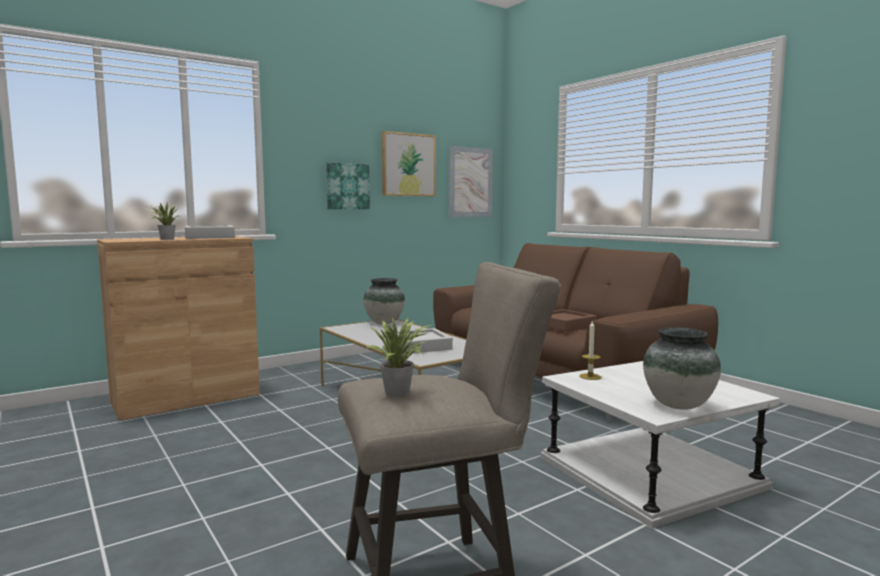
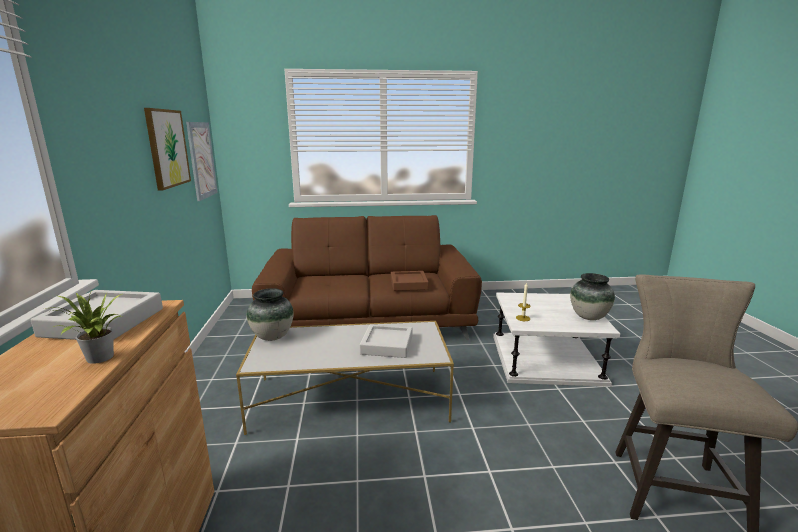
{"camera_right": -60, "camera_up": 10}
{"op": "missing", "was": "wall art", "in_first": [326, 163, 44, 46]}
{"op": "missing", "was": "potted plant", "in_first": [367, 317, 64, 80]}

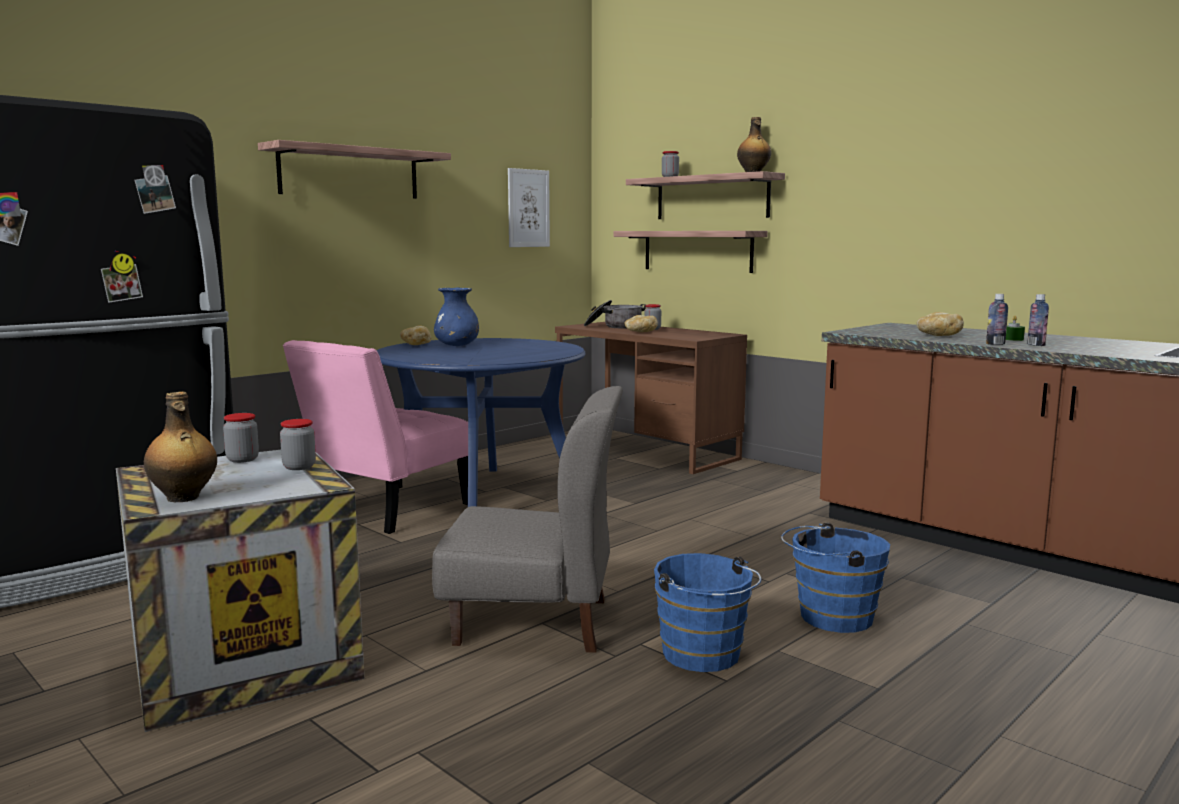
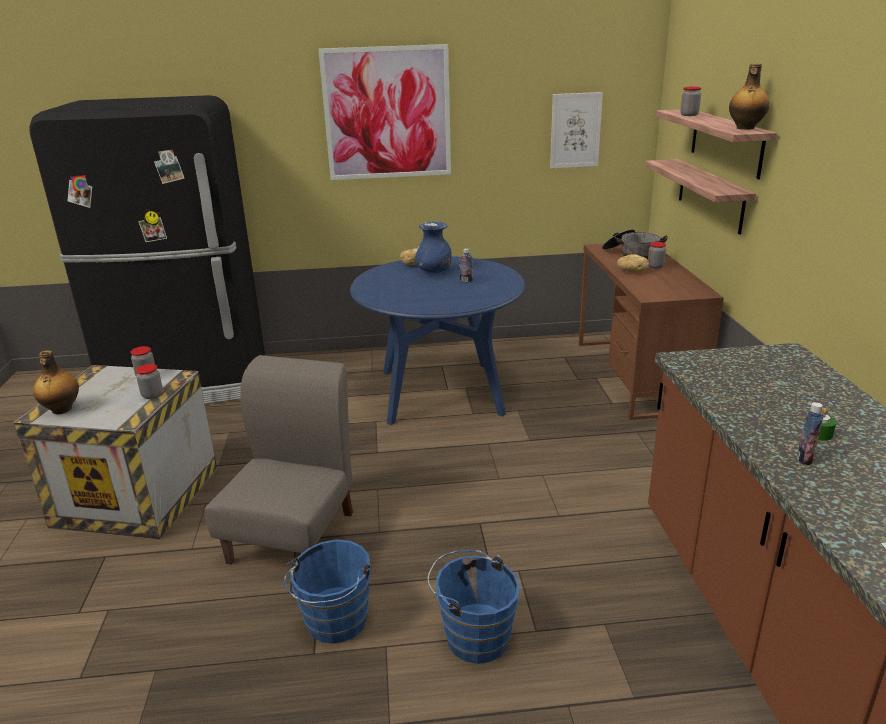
{"camera_right": 40, "camera_up": 15}
{"op": "exchanged", "was": "wall shelf", "now": "wall art", "in_first": [258, 140, 193, 59], "in_second": [318, 44, 133, 136]}
{"op": "missing", "was": "upright chair (pinkish)", "in_first": [283, 340, 185, 194]}
{"op": "spun", "was": "upright chair (gray)", "in_first": [432, 386, 191, 267], "in_second": [205, 355, 148, 210], "clockwise": -120}
{"op": "missing", "was": "bakery bread", "in_first": [917, 312, 47, 24]}
{"op": "relocated", "was": "bottle", "in_first": [986, 294, 22, 51], "in_second": [460, 248, 13, 34]}

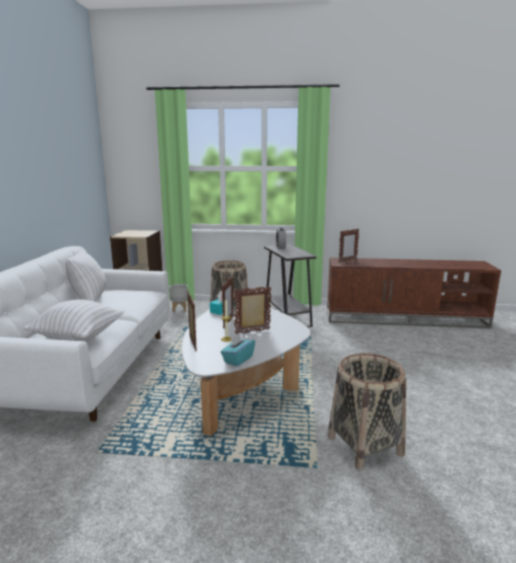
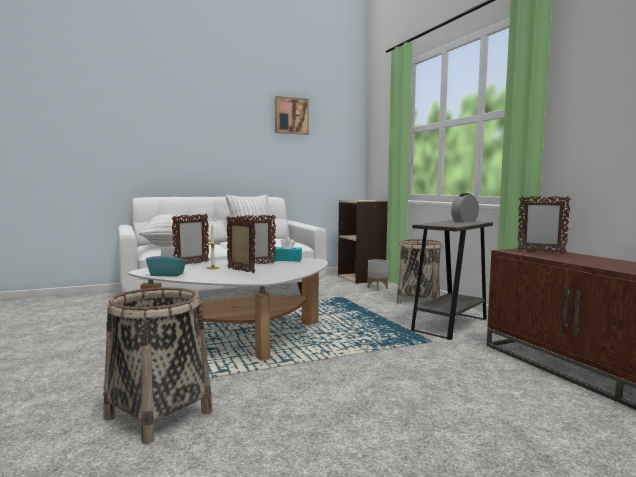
{"camera_right": 60, "camera_up": -10}
{"op": "appeared", "now": "wall art", "in_second": [275, 96, 34, 39]}

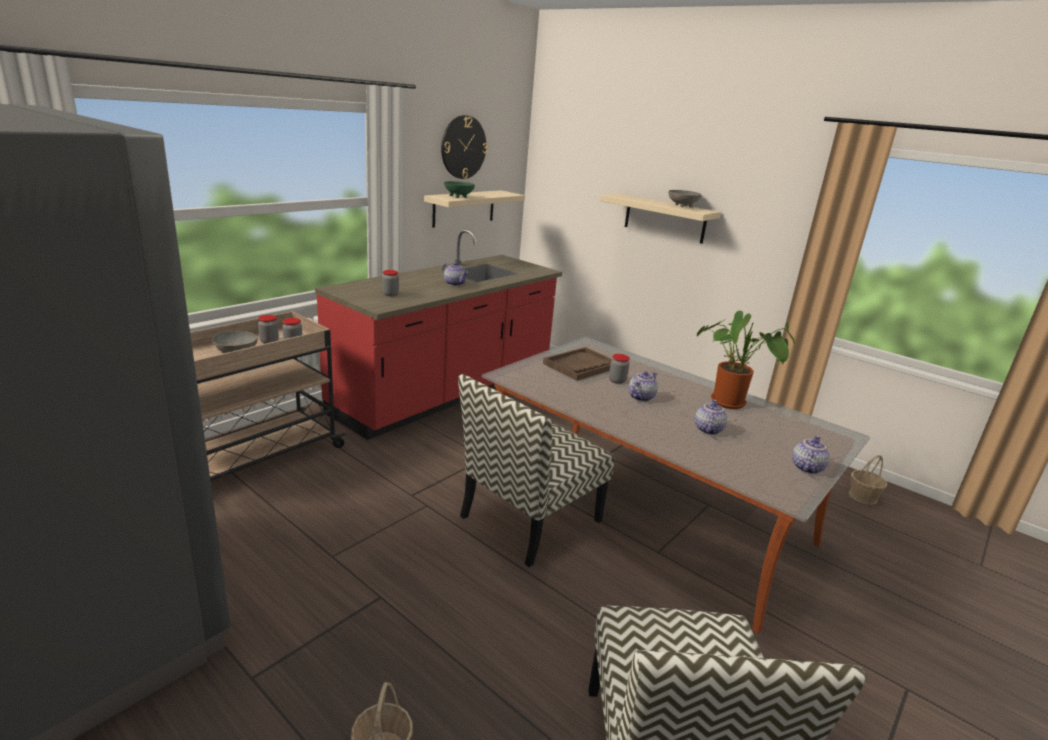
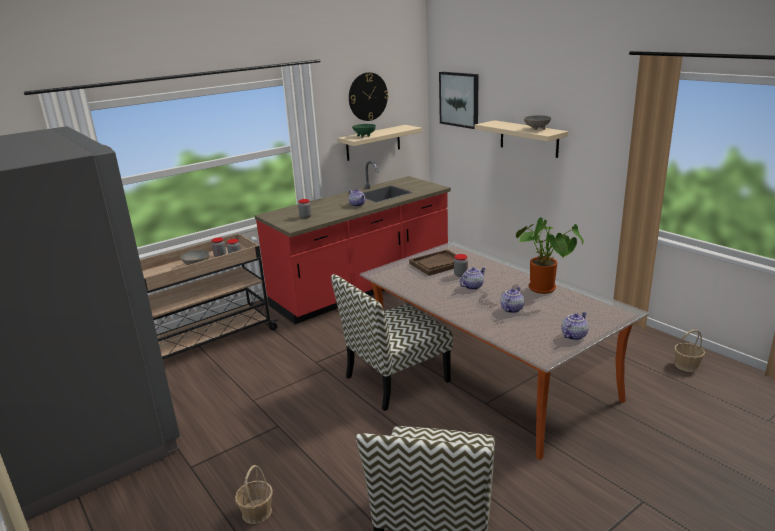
{"camera_right": 15, "camera_up": 0}
{"op": "appeared", "now": "wall art", "in_second": [439, 72, 40, 57]}

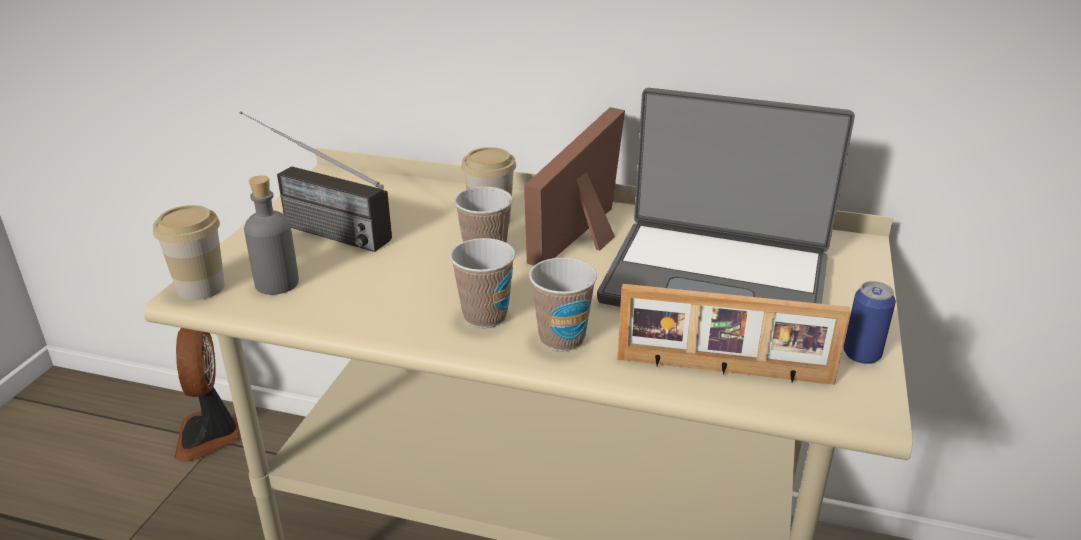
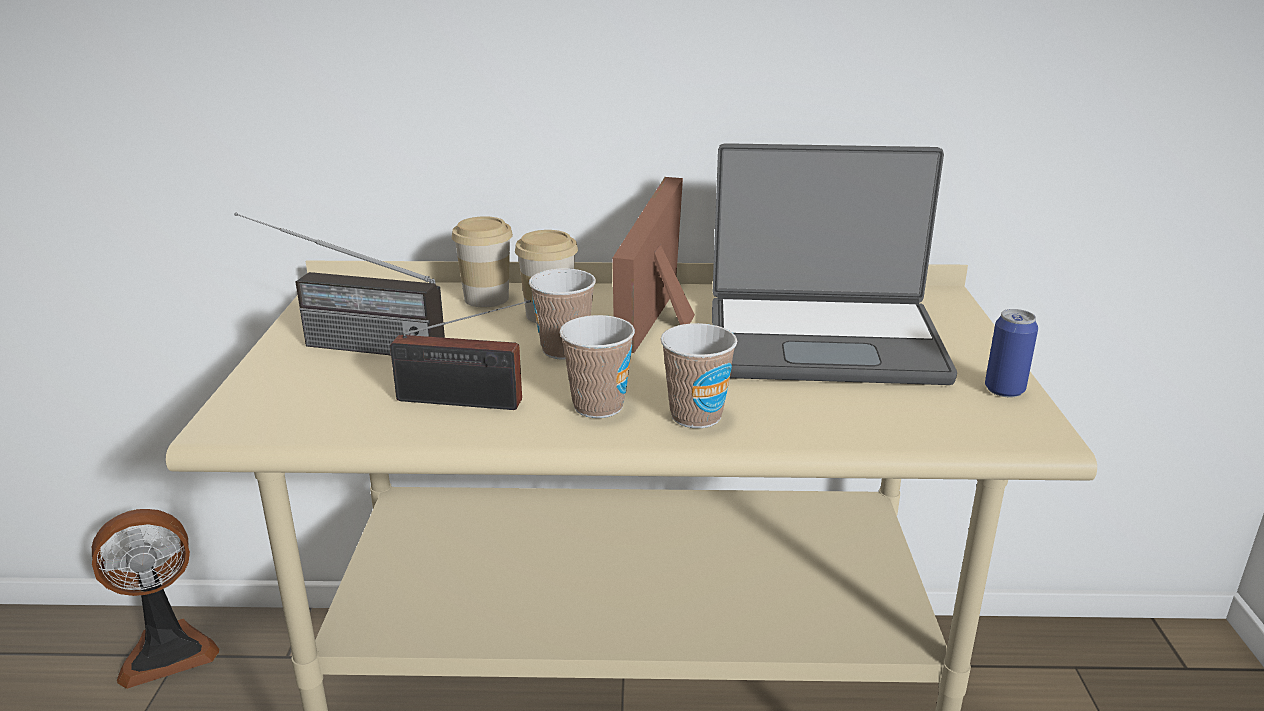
{"camera_right": -15, "camera_up": -5}
{"op": "relocated", "was": "small cup", "in_first": [153, 205, 72, 95], "in_second": [452, 216, 61, 91]}
{"op": "spun", "was": "cooling fan", "in_first": [174, 328, 66, 134], "in_second": [92, 509, 127, 180], "clockwise": -90}
{"op": "missing", "was": "bottle (gray)", "in_first": [244, 175, 55, 120]}
{"op": "missing", "was": "picture frame", "in_first": [617, 284, 234, 101]}
{"op": "appeared", "now": "radio set", "in_second": [390, 300, 141, 110]}

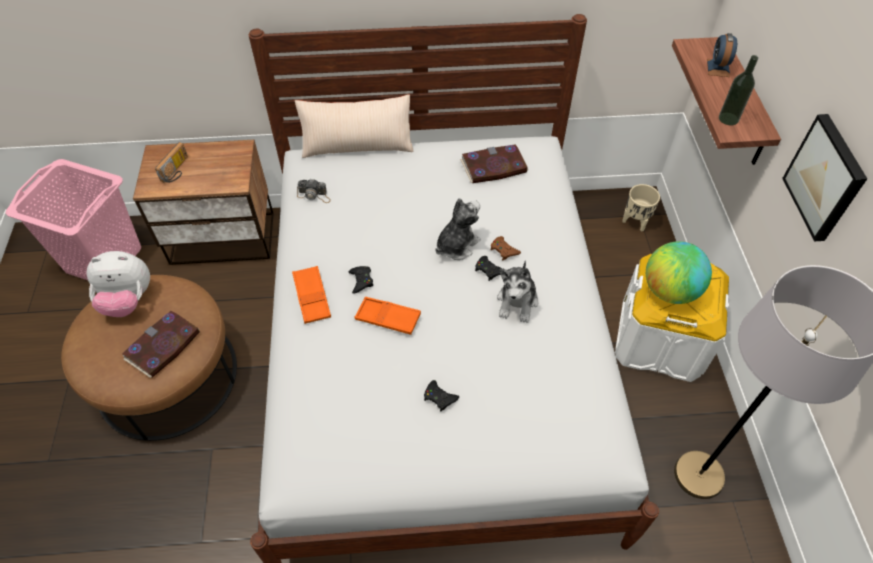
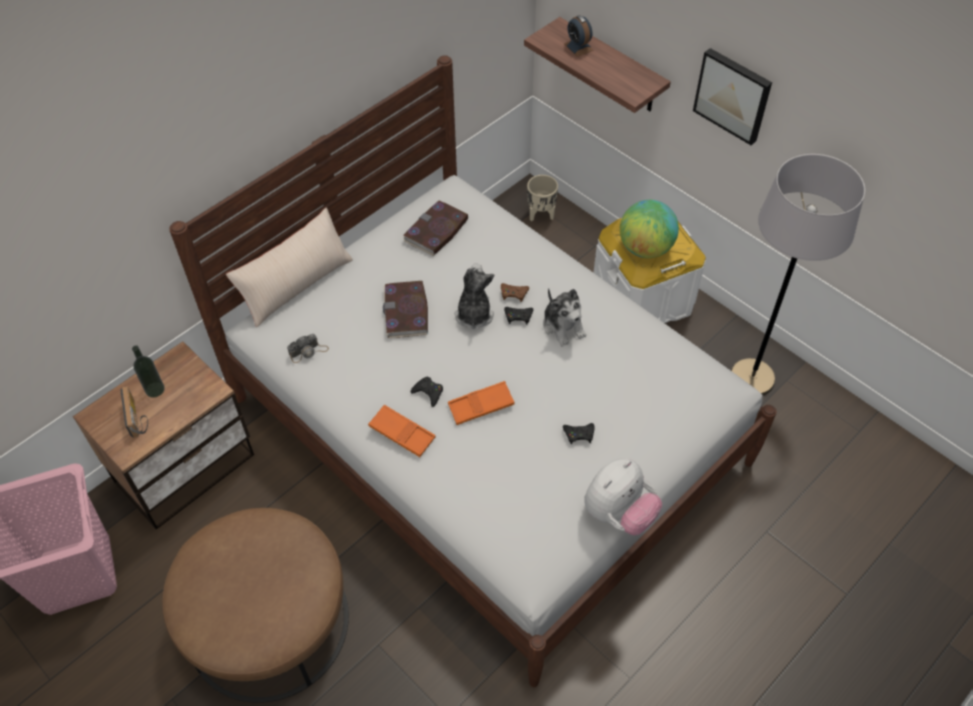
{"camera_right": -40, "camera_up": 0}
{"op": "relocated", "was": "plush toy", "in_first": [87, 251, 63, 66], "in_second": [584, 458, 78, 77]}
{"op": "relocated", "was": "volume", "in_first": [122, 311, 78, 67], "in_second": [383, 281, 45, 57]}
{"op": "relocated", "was": "bottle", "in_first": [719, 55, 40, 71], "in_second": [132, 345, 33, 53]}

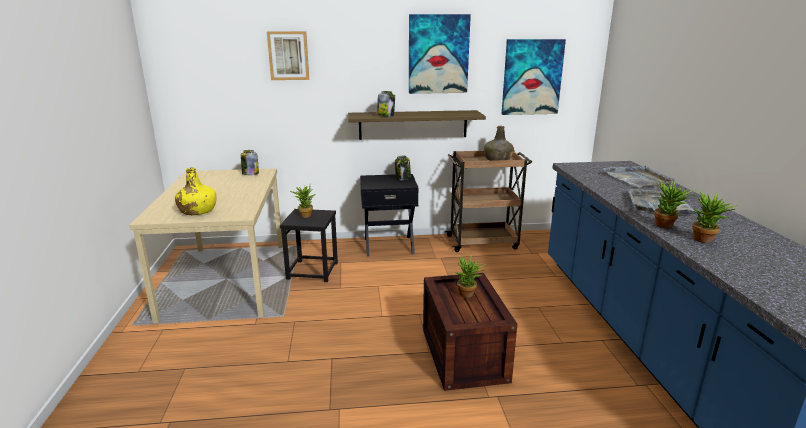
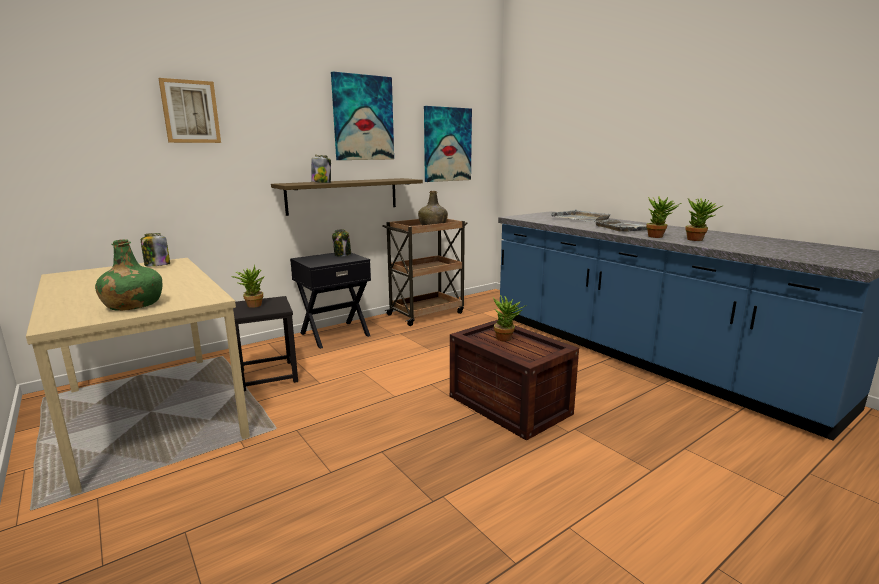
{"camera_right": -30, "camera_up": -5}
{"op": "colour", "was": "bottle (yellowish)", "now": "bottle (green-coloured)", "in_first": [175, 167, 41, 48], "in_second": [95, 239, 67, 72]}

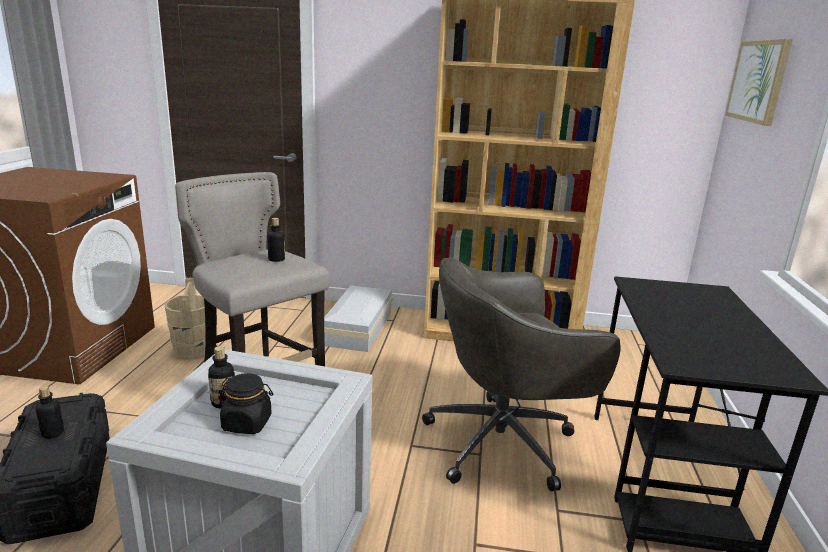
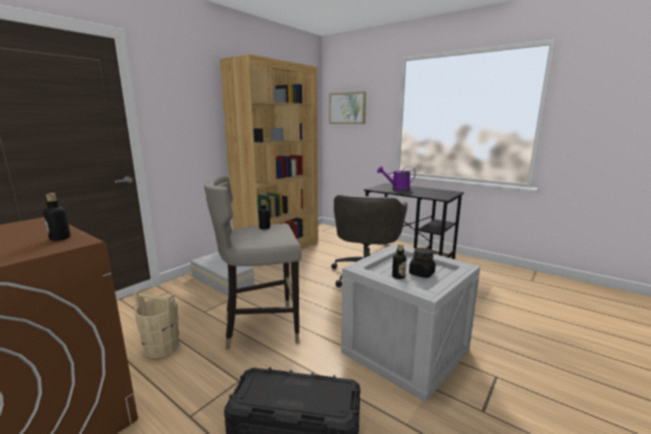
{"camera_right": -60, "camera_up": -5}
{"op": "relocated", "was": "bottle", "in_first": [36, 386, 28, 53], "in_second": [43, 193, 28, 48]}
{"op": "appeared", "now": "watering can (purplish)", "in_second": [377, 166, 38, 25]}

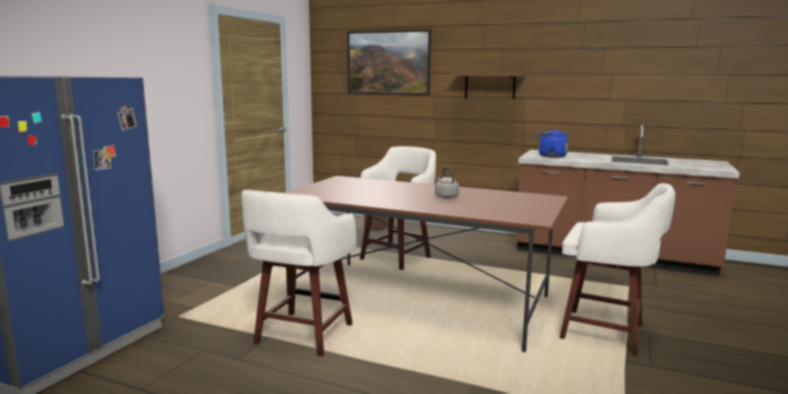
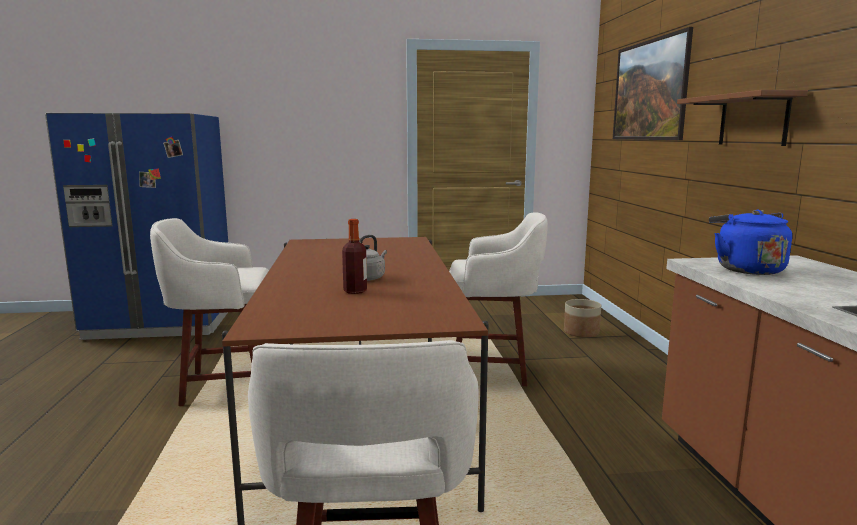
{"camera_right": 60, "camera_up": 0}
{"op": "appeared", "now": "bottle", "in_second": [342, 219, 25, 75]}

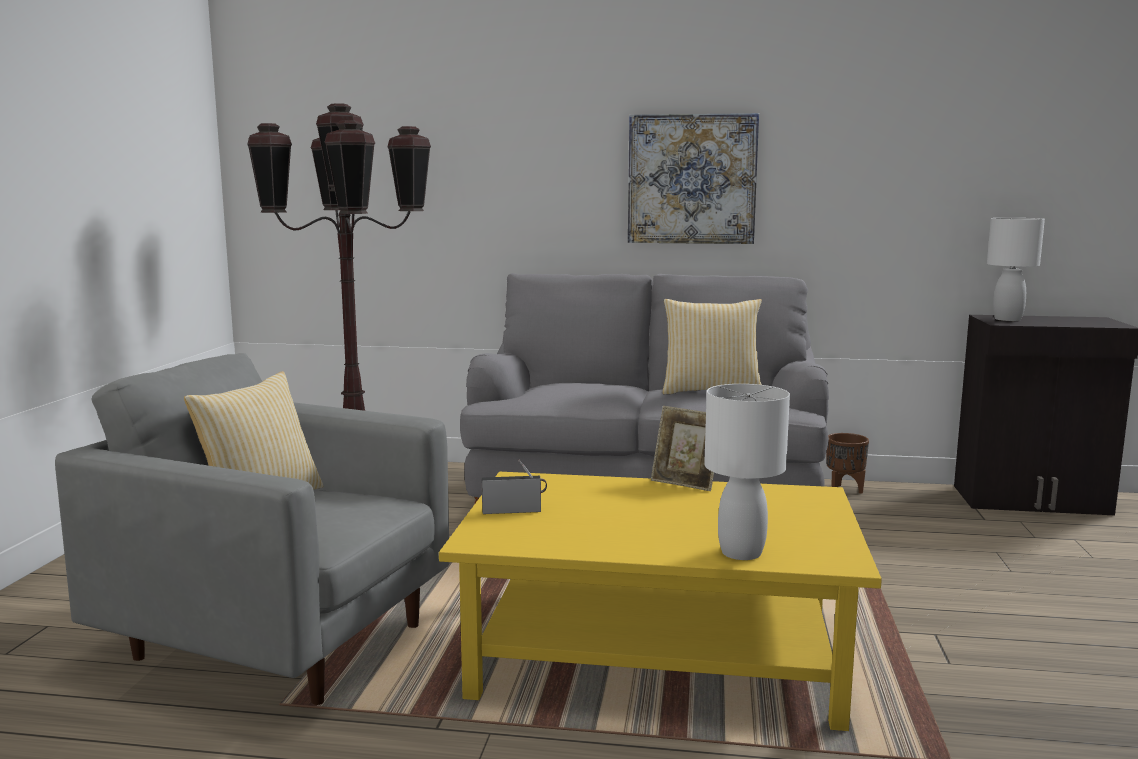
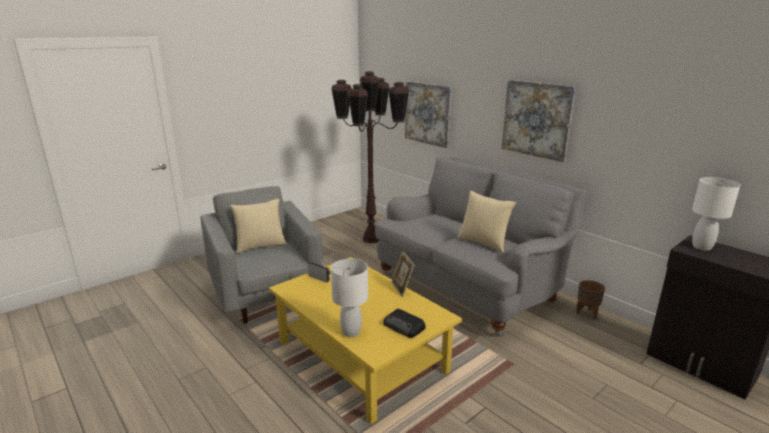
{"camera_right": 40, "camera_up": 10}
{"op": "appeared", "now": "radio set", "in_second": [383, 309, 42, 29]}
{"op": "appeared", "now": "wall art", "in_second": [405, 82, 47, 66]}

